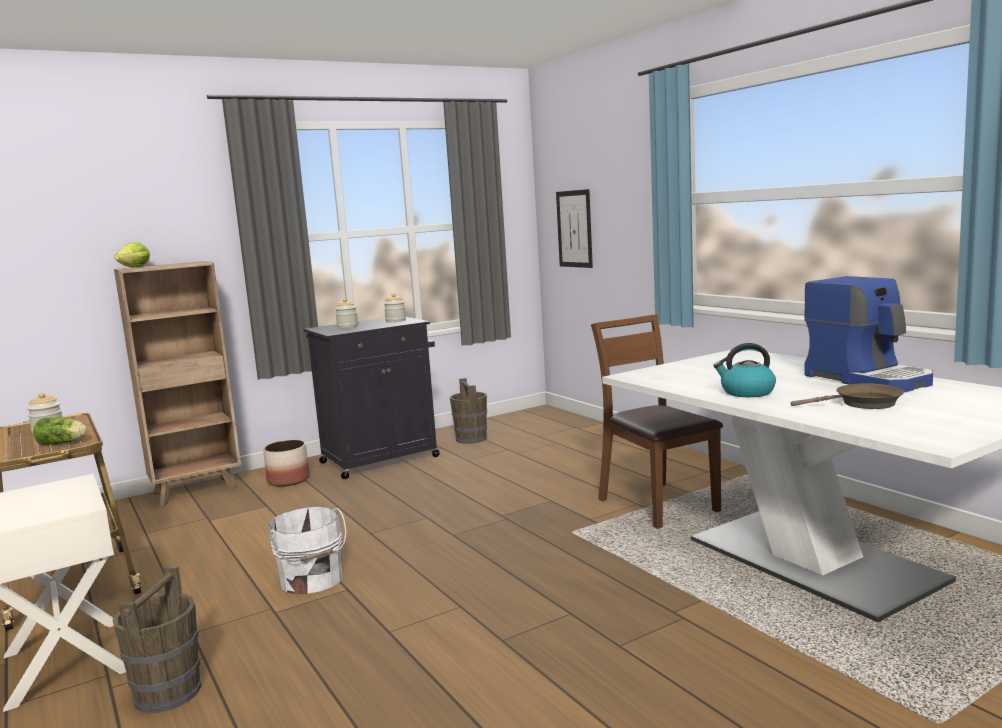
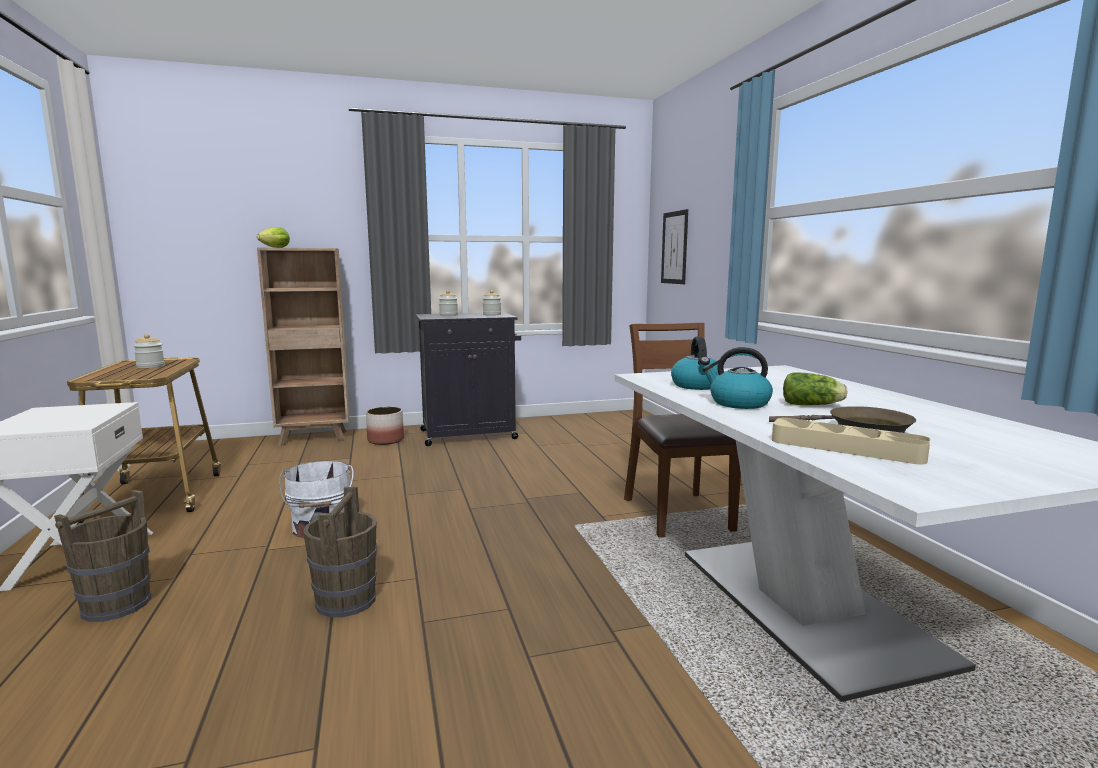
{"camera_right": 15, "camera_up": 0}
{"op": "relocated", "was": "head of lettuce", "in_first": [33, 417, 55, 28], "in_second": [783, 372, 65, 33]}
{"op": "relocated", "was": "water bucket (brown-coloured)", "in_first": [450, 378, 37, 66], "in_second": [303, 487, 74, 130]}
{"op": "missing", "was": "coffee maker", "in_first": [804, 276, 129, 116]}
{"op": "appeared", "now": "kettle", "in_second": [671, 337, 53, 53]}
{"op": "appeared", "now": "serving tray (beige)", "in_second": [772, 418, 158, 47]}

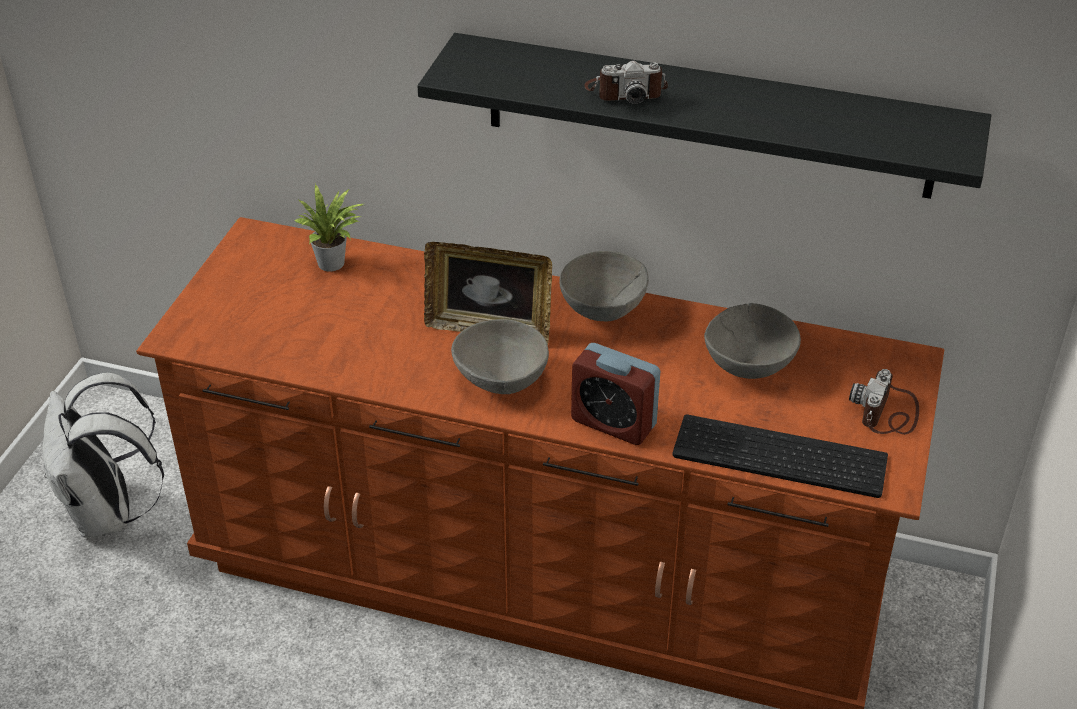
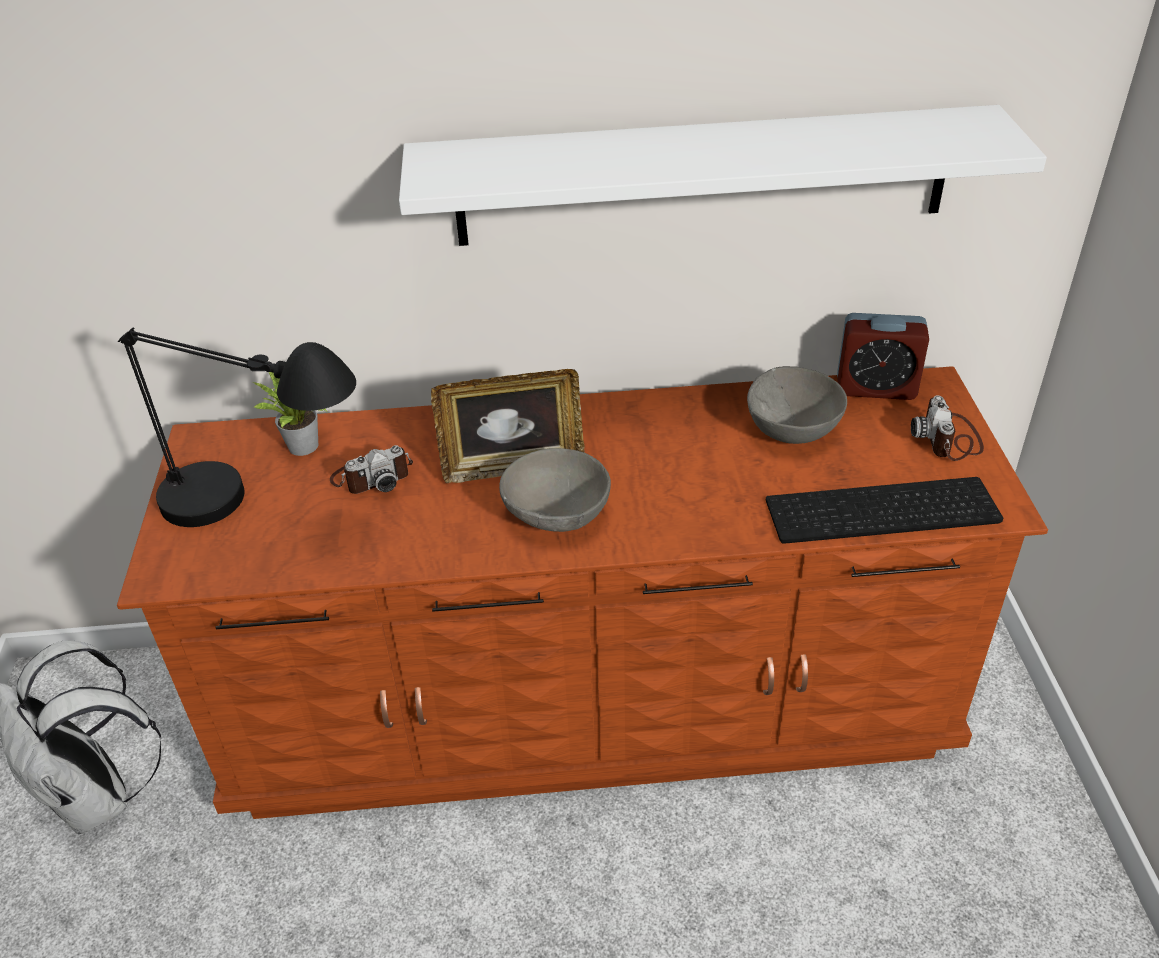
{"camera_right": -20, "camera_up": 0}
{"op": "colour", "was": "wall shelf (blackish)", "now": "wall shelf (white-coloured)", "in_first": [417, 33, 574, 166], "in_second": [399, 105, 648, 141]}
{"op": "missing", "was": "deep dish (gray)", "in_first": [559, 251, 90, 70]}
{"op": "relocated", "was": "table clock", "in_first": [571, 343, 89, 102], "in_second": [837, 313, 92, 87]}
{"op": "relocated", "was": "photo camera", "in_first": [584, 61, 84, 43], "in_second": [330, 445, 83, 49]}
{"op": "appeared", "now": "table lamp (blackish)", "in_second": [118, 327, 238, 200]}

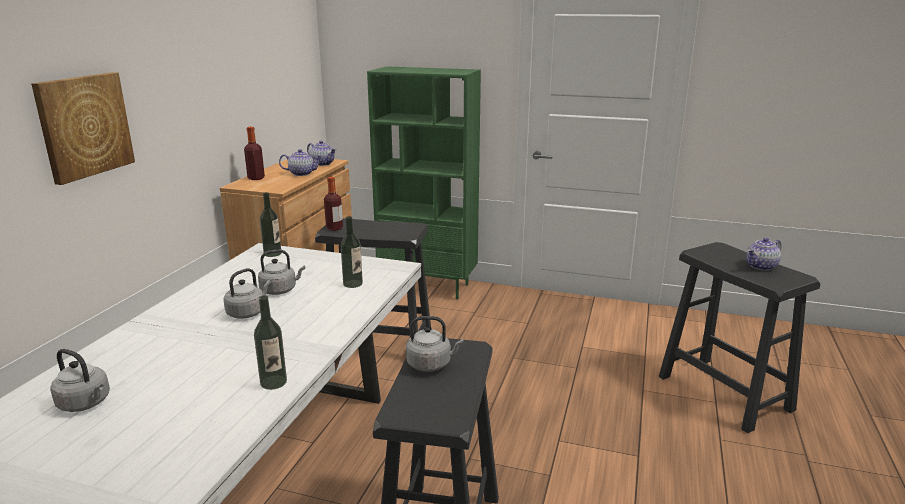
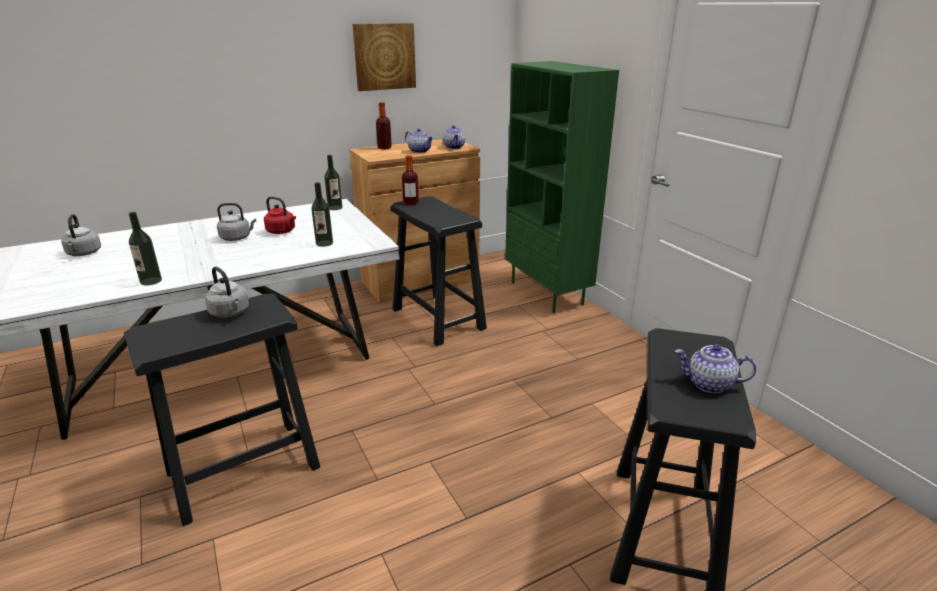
{"camera_right": 45, "camera_up": 5}
{"op": "relocated", "was": "wall art", "in_first": [31, 72, 104, 113], "in_second": [352, 23, 64, 68]}
{"op": "colour", "was": "kettle (gray)", "now": "kettle (red)", "in_first": [258, 250, 47, 45], "in_second": [264, 196, 32, 38]}

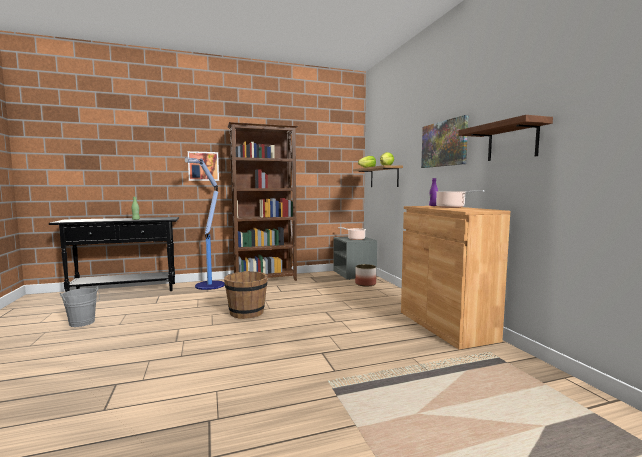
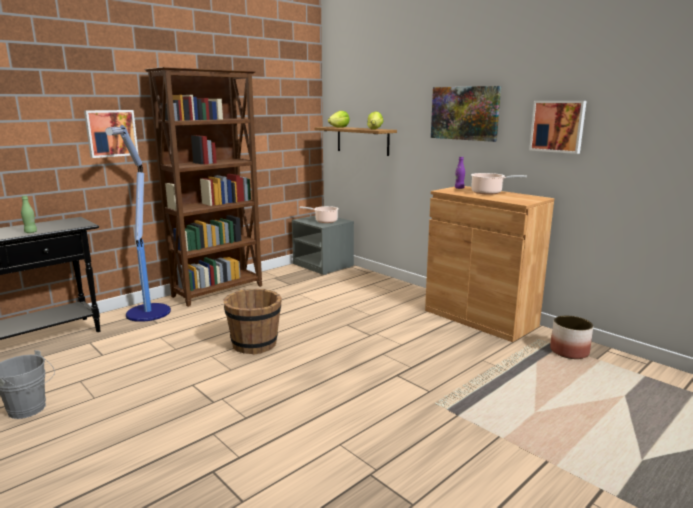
{"camera_right": -25, "camera_up": 10}
{"op": "relocated", "was": "planter", "in_first": [355, 264, 21, 23], "in_second": [550, 316, 43, 43]}
{"op": "exchanged", "was": "wall shelf", "now": "wall art", "in_first": [458, 115, 95, 46], "in_second": [529, 101, 58, 53]}

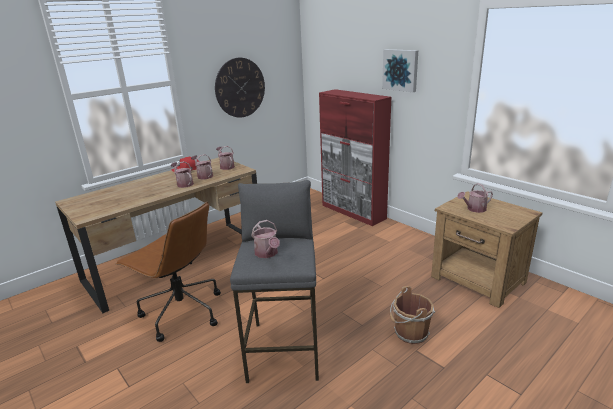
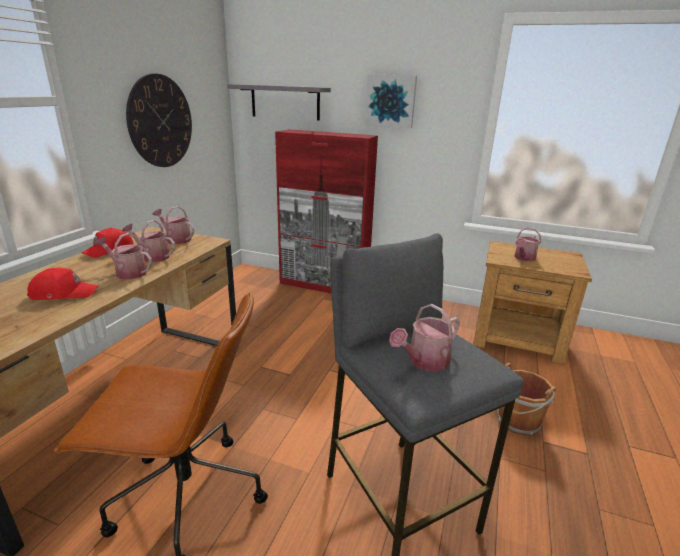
{"camera_right": -30, "camera_up": 0}
{"op": "spun", "was": "watering can", "in_first": [251, 220, 29, 38], "in_second": [389, 304, 71, 68], "clockwise": 105}
{"op": "appeared", "now": "cap (red)", "in_second": [27, 268, 72, 32]}
{"op": "appeared", "now": "wall shelf (gray)", "in_second": [227, 84, 104, 36]}

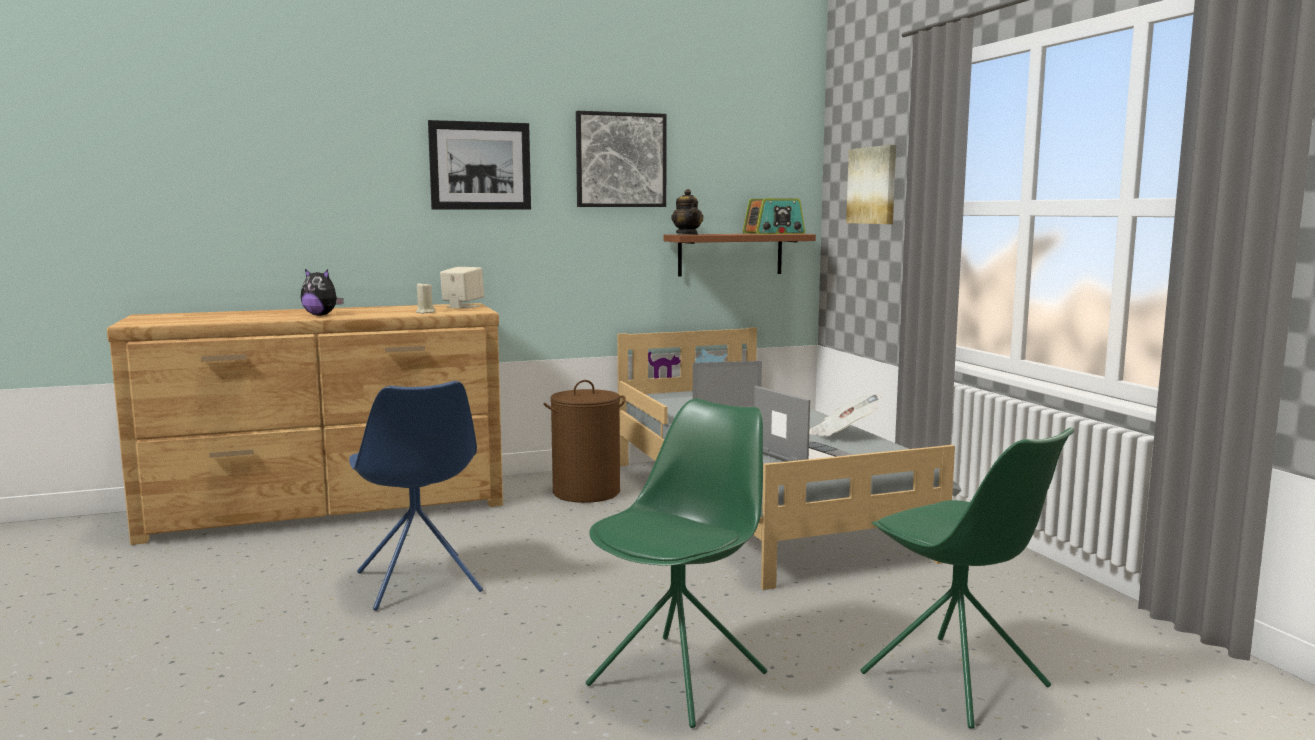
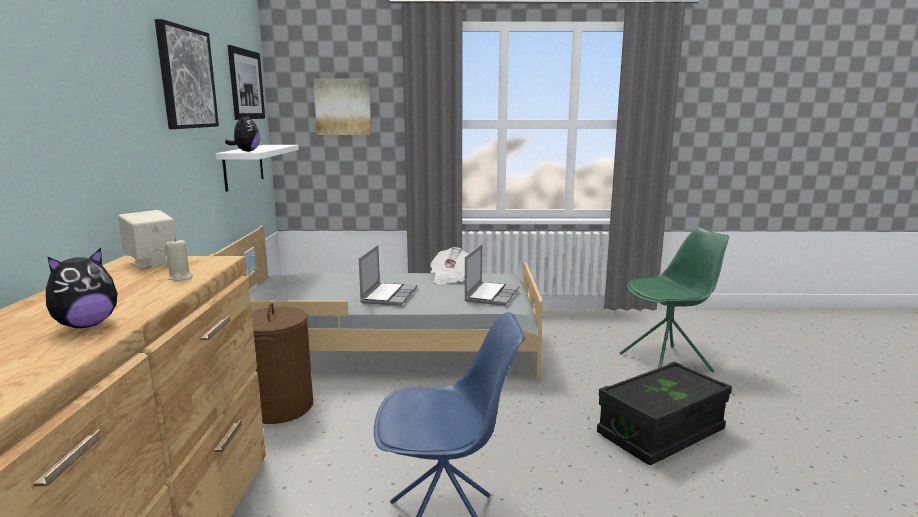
{"camera_right": -70, "camera_up": 5}
{"op": "relocated", "was": "wall art", "in_first": [428, 120, 103, 90], "in_second": [228, 45, 37, 75]}
{"op": "exchanged", "was": "upright chair (green-coloured)", "now": "storage container (blackish)", "in_first": [586, 399, 181, 329], "in_second": [597, 361, 135, 105]}
{"op": "colour", "was": "wall shelf (brown-coloured)", "now": "wall shelf (white-coloured)", "in_first": [663, 234, 153, 43], "in_second": [215, 145, 84, 47]}
{"op": "exchanged", "was": "pot for tea", "now": "plush toy", "in_first": [671, 189, 32, 46], "in_second": [225, 115, 35, 37]}
{"op": "missing", "was": "radio set", "in_first": [742, 198, 63, 36]}
{"op": "spun", "was": "notebook computer", "in_first": [754, 386, 101, 76], "in_second": [464, 244, 55, 62], "clockwise": 120}

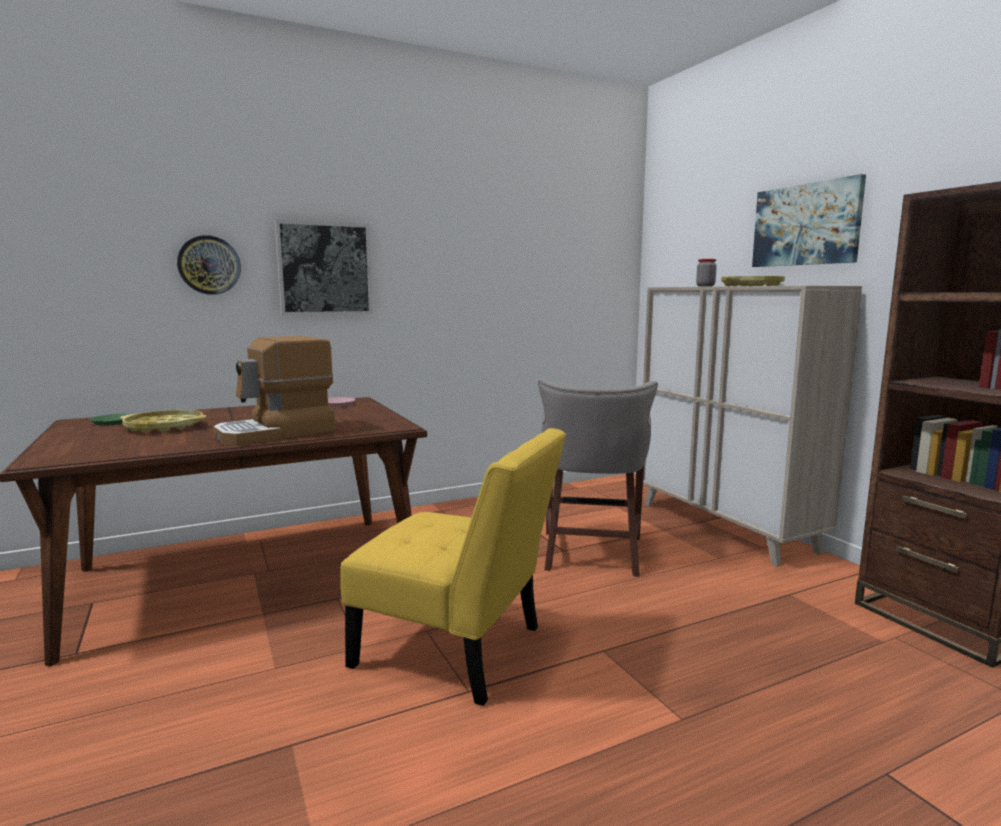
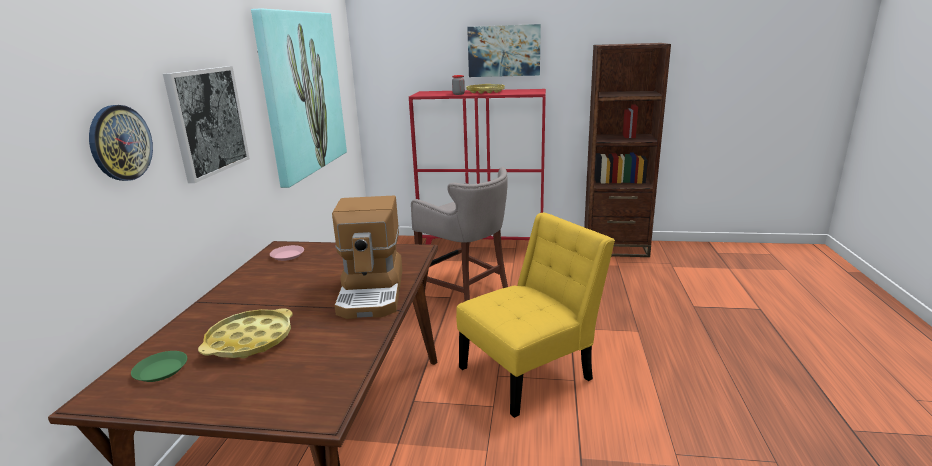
{"camera_right": -55, "camera_up": 10}
{"op": "colour", "was": "cupboard (beige)", "now": "cupboard (red)", "in_first": [643, 285, 219, 282], "in_second": [409, 89, 137, 156]}
{"op": "appeared", "now": "wall art", "in_second": [251, 8, 96, 180]}

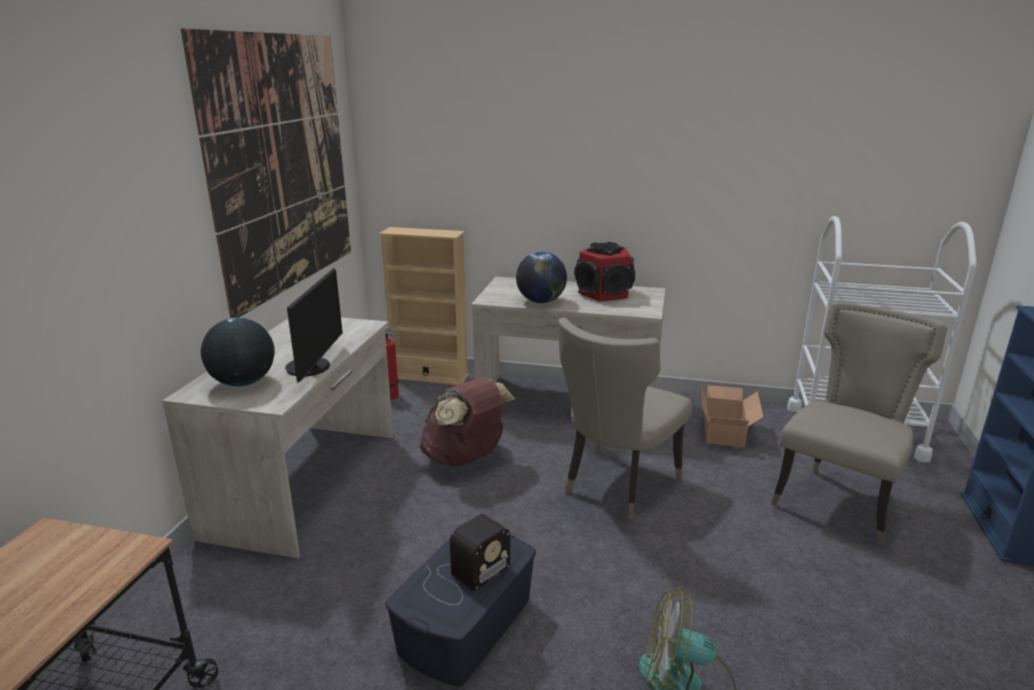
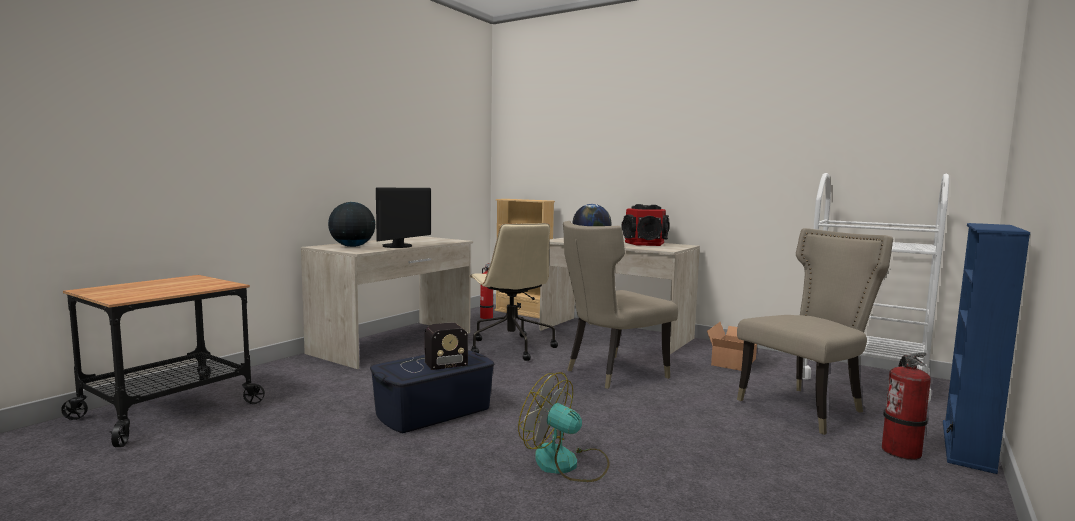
{"camera_right": 20, "camera_up": -15}
{"op": "missing", "was": "wall art", "in_first": [181, 28, 170, 290]}
{"op": "exchanged", "was": "knapsack (brown-coloured)", "now": "computer chair (beige)", "in_first": [420, 377, 95, 90], "in_second": [469, 223, 89, 138]}
{"op": "appeared", "now": "fire extinguisher", "in_second": [882, 352, 49, 108]}

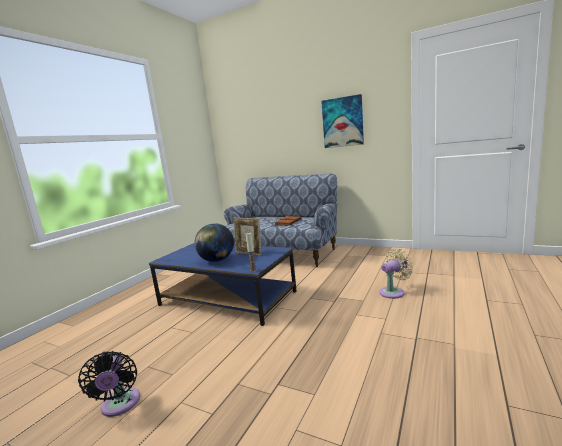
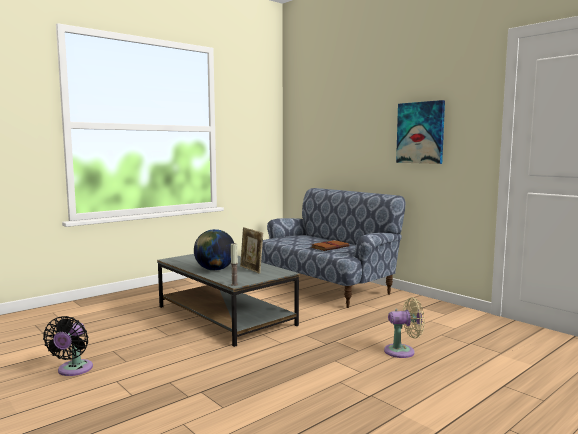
{"camera_right": 20, "camera_up": -5}
{"op": "colour", "was": "low table (blue-coloured)", "now": "low table (gray)", "in_first": [149, 243, 148, 83], "in_second": [157, 254, 143, 93]}

